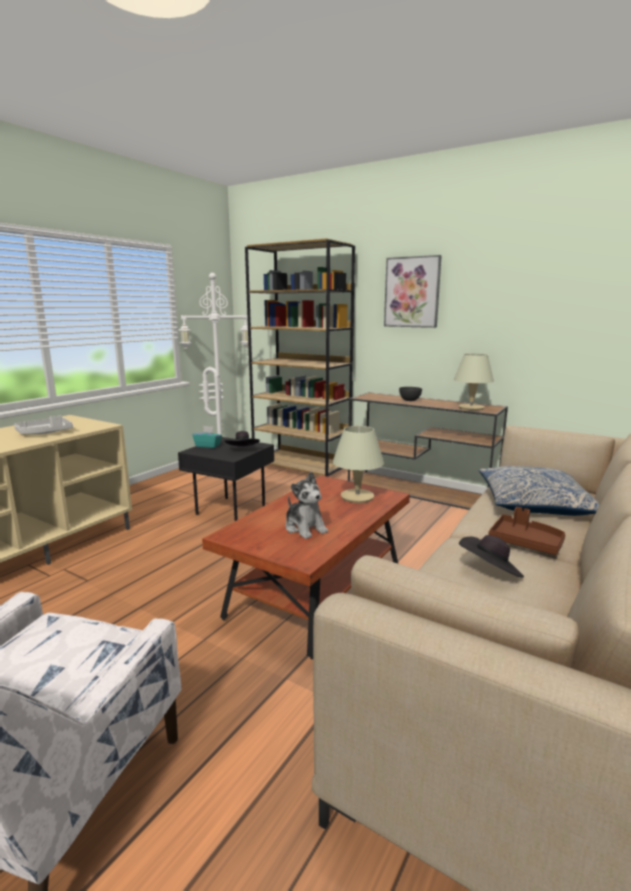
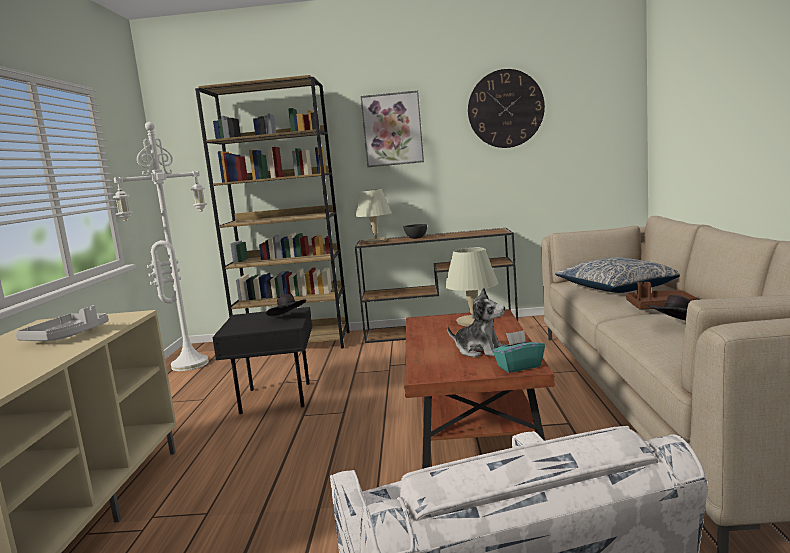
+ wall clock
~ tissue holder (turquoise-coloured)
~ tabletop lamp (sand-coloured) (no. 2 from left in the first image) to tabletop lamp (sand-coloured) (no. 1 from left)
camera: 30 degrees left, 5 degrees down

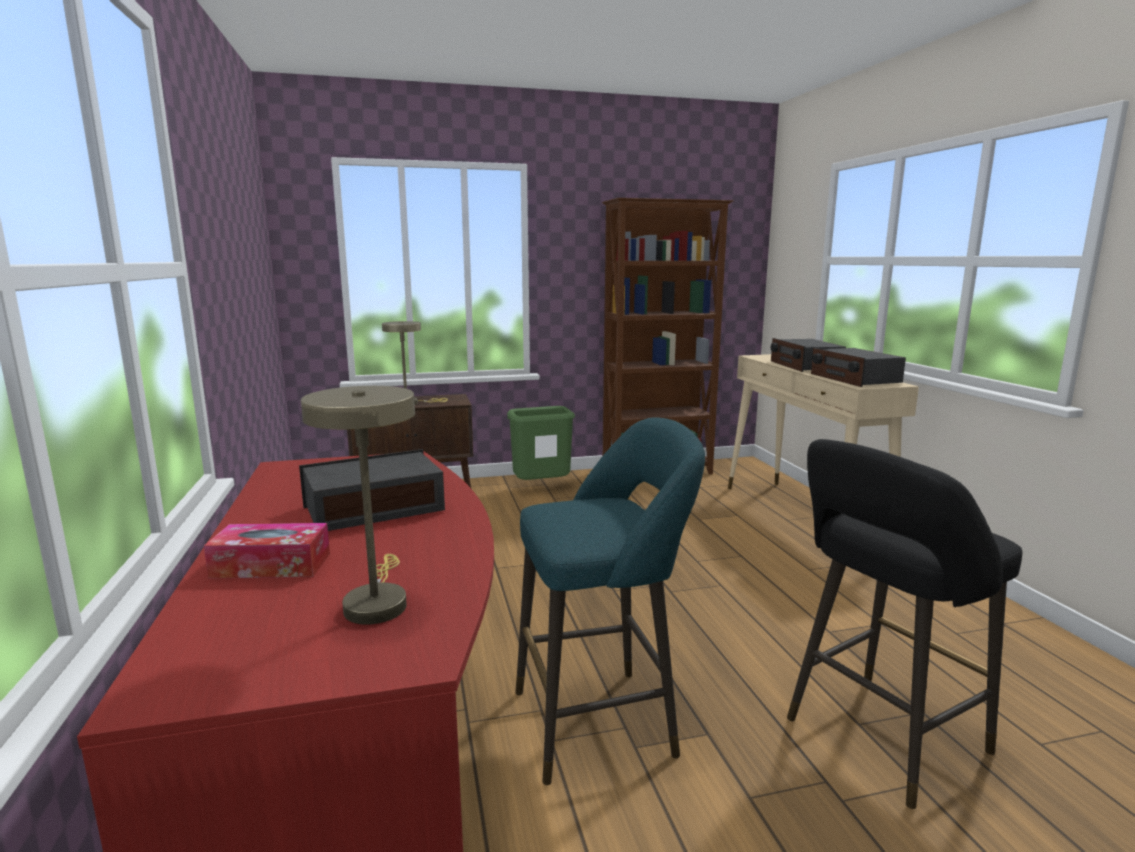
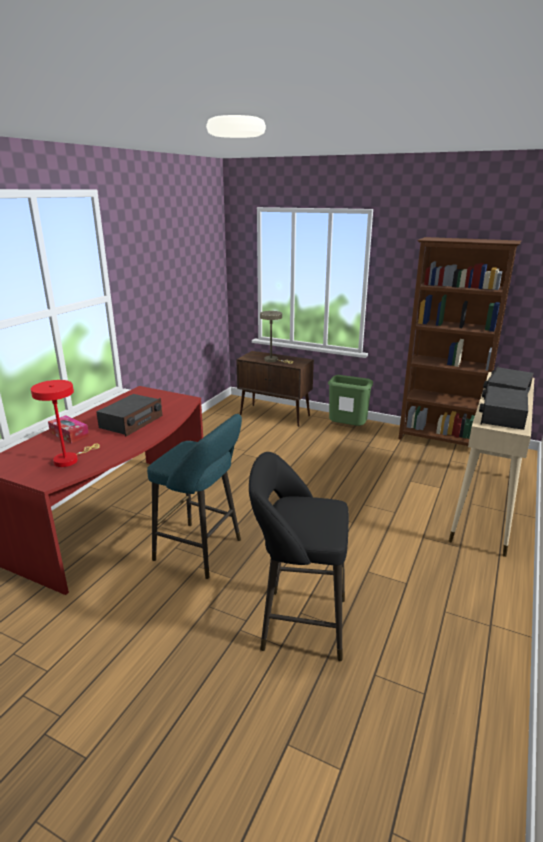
~ tabletop lamp (sand-coloured) (no. 1 from left) to tabletop lamp (red)
~ radio receiver (no. 1 from left) 105 degrees clockwise
camera: 40 degrees right, 10 degrees up

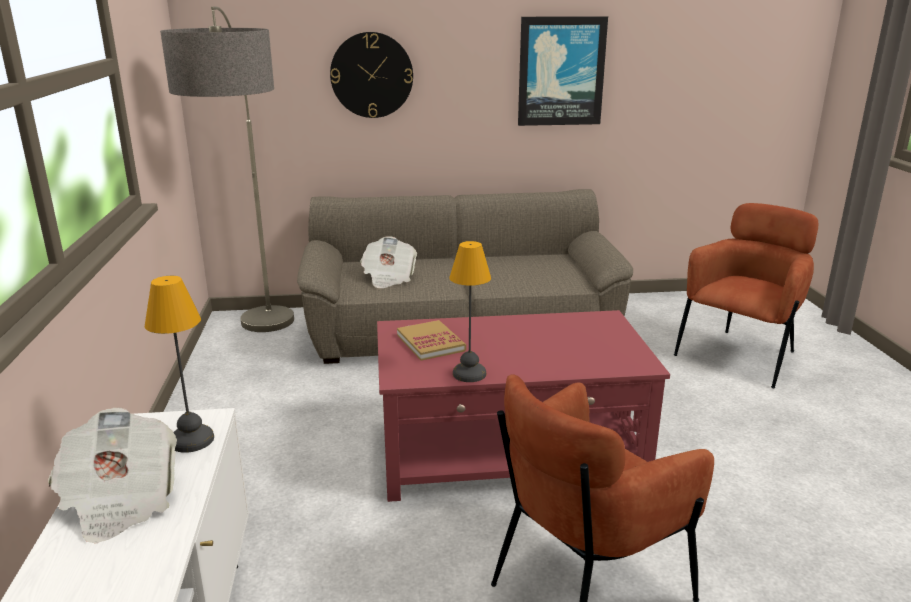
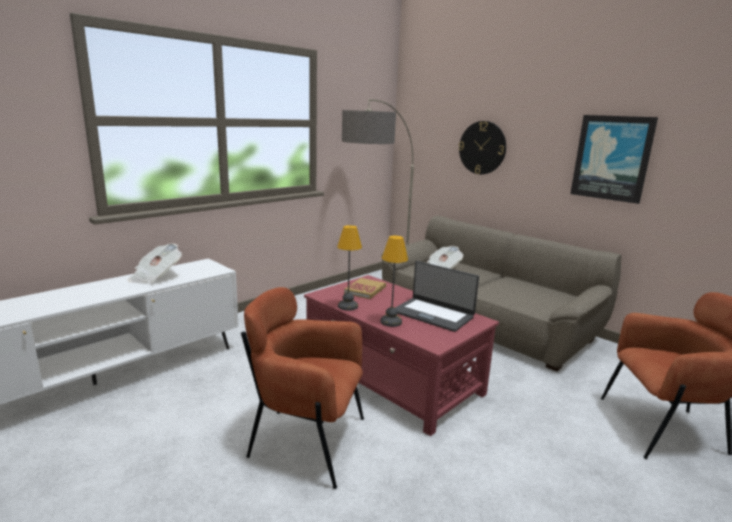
+ notebook computer
~ tabletop lamp (no. 1 from left in the first image) to tabletop lamp (no. 2 from left)
camera: 50 degrees right, 5 degrees down

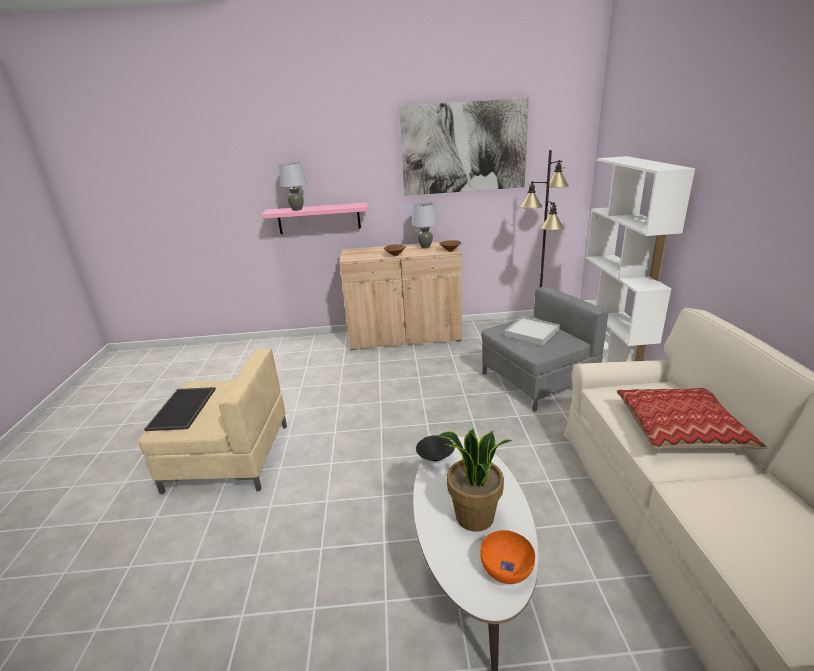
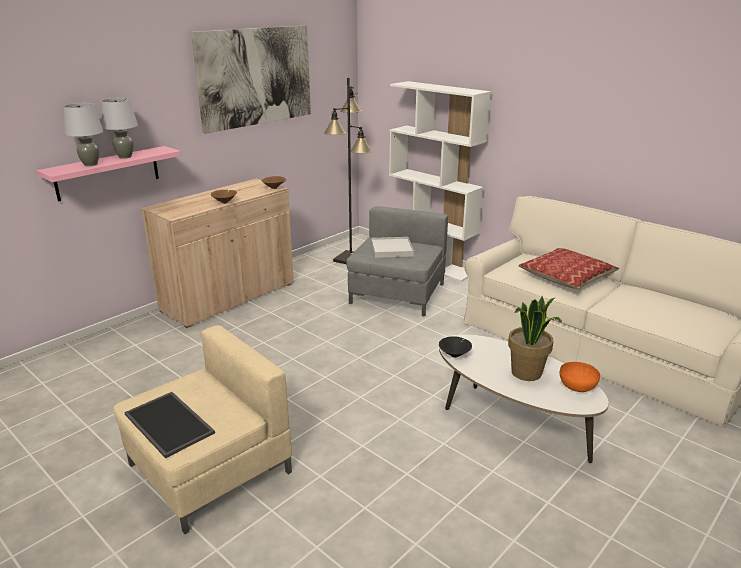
~ tabletop lamp (grey) (no. 2 from left)
camera: 45 degrees left, 0 degrees up

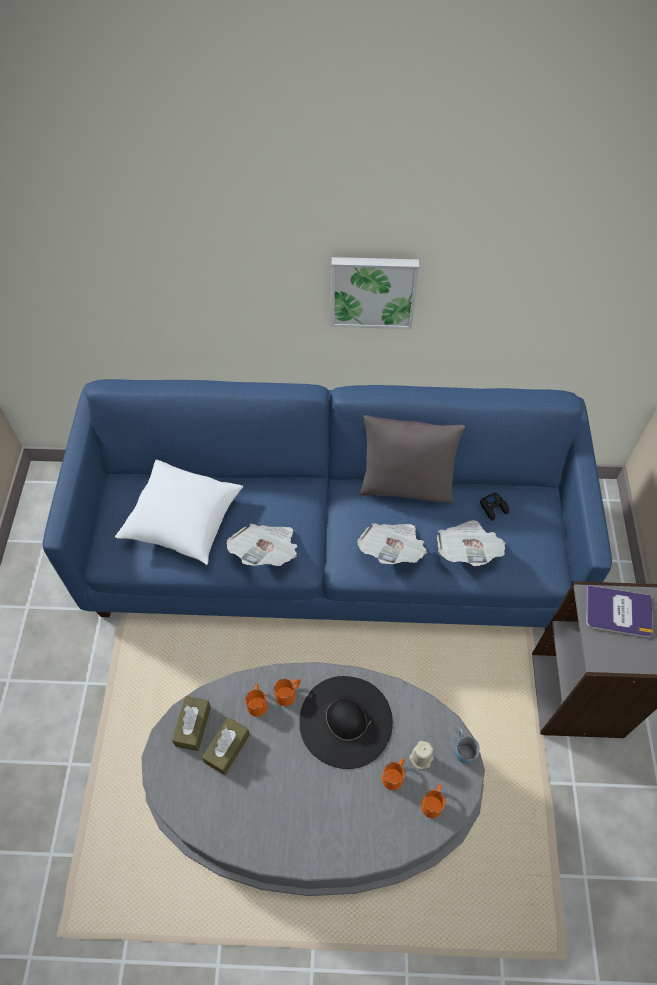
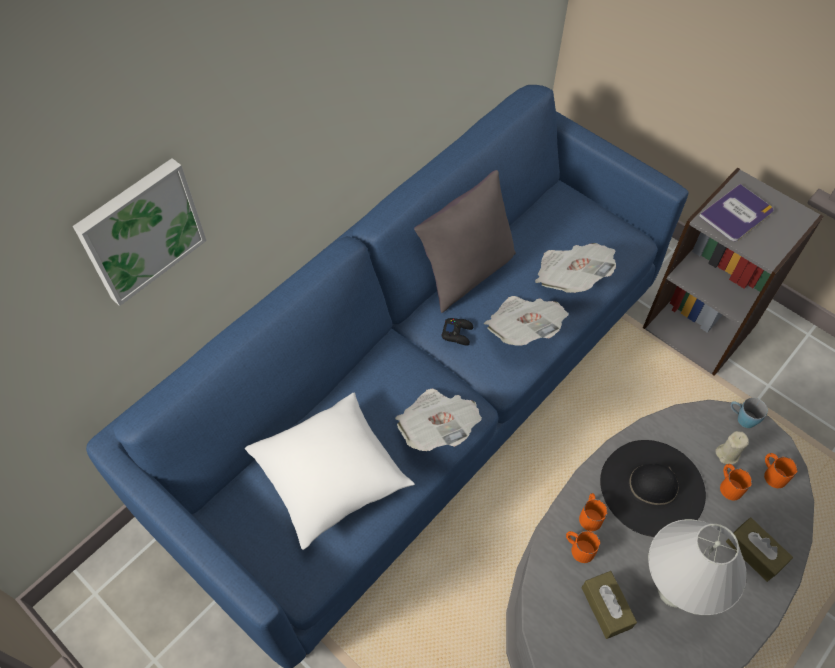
+ tabletop lamp (white)
~ tissue holder (brown) (no. 1 from left in the first image) to tissue holder (brown) (no. 2 from left)
~ wall picture
~ gamepad (black-coloured)
camera: 50 degrees left, 0 degrees up

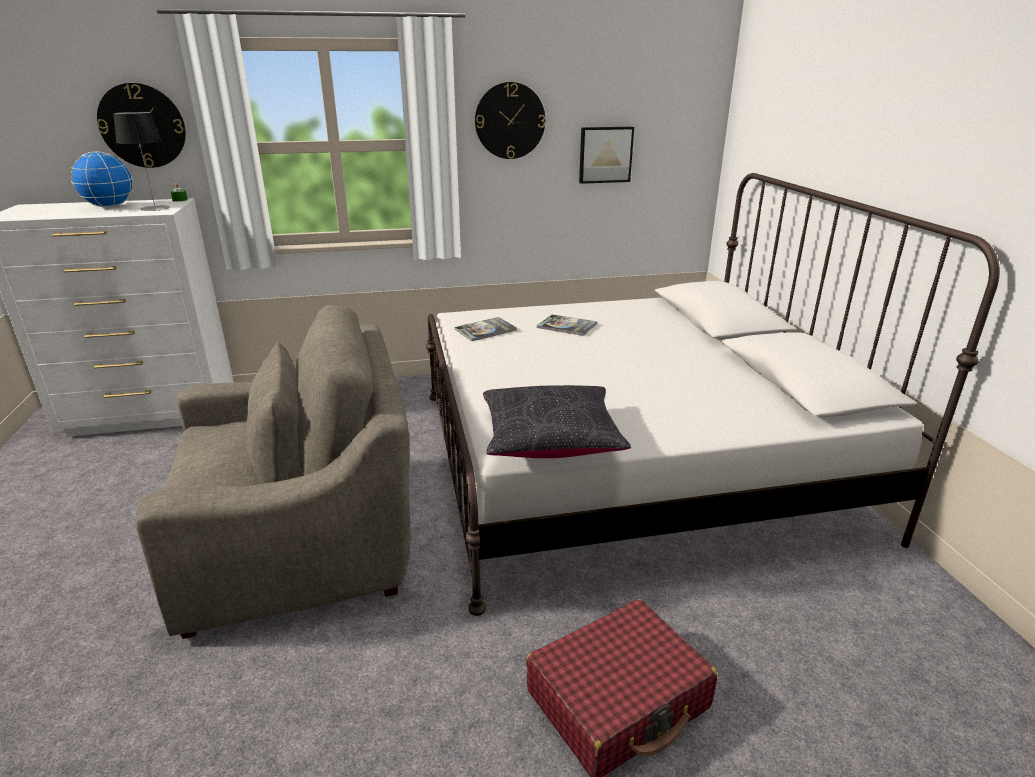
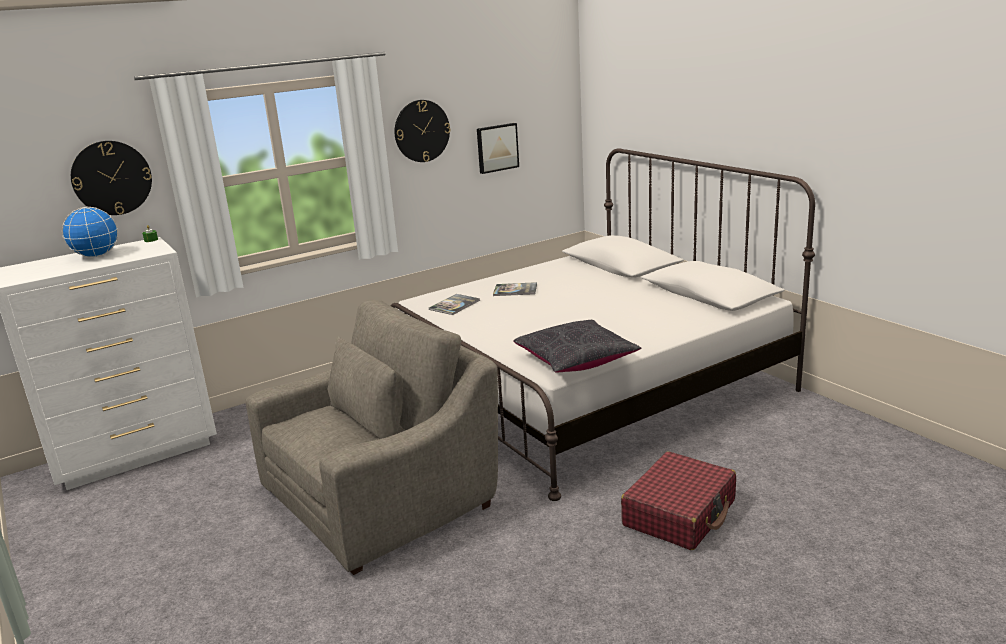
- tabletop lamp
camera: 20 degrees left, 5 degrees down

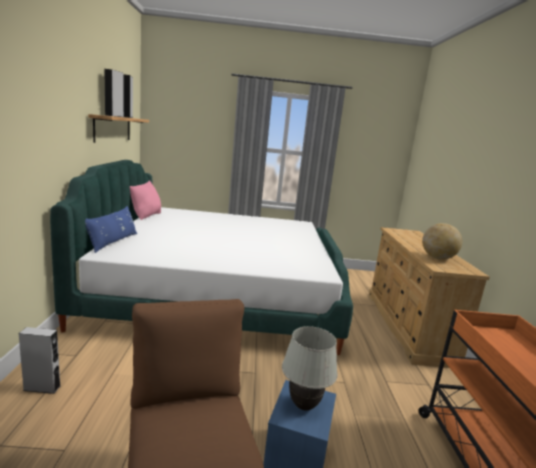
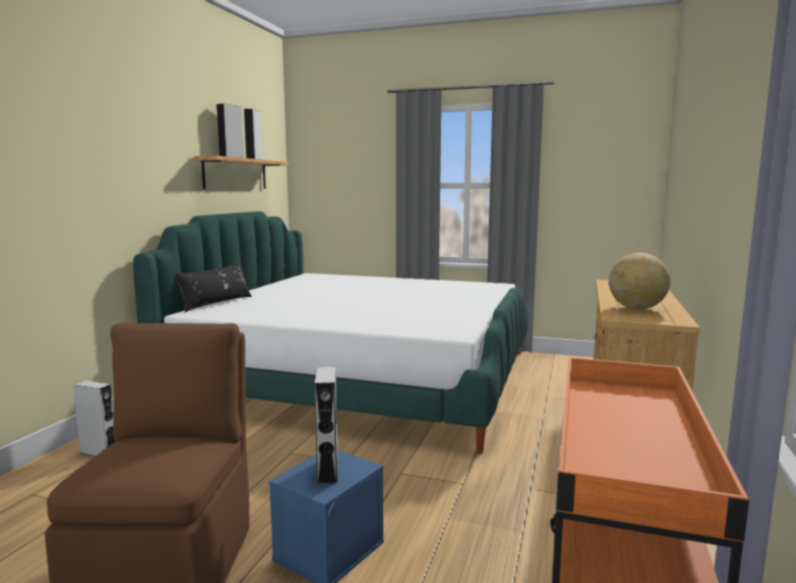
- throw pillow (pinkish)
~ tabletop lamp (white) to loudspeaker (grey) (no. 4 from left)
~ throw pillow (bluish) to throw pillow (black-coloured)
camera: 20 degrees right, 5 degrees down

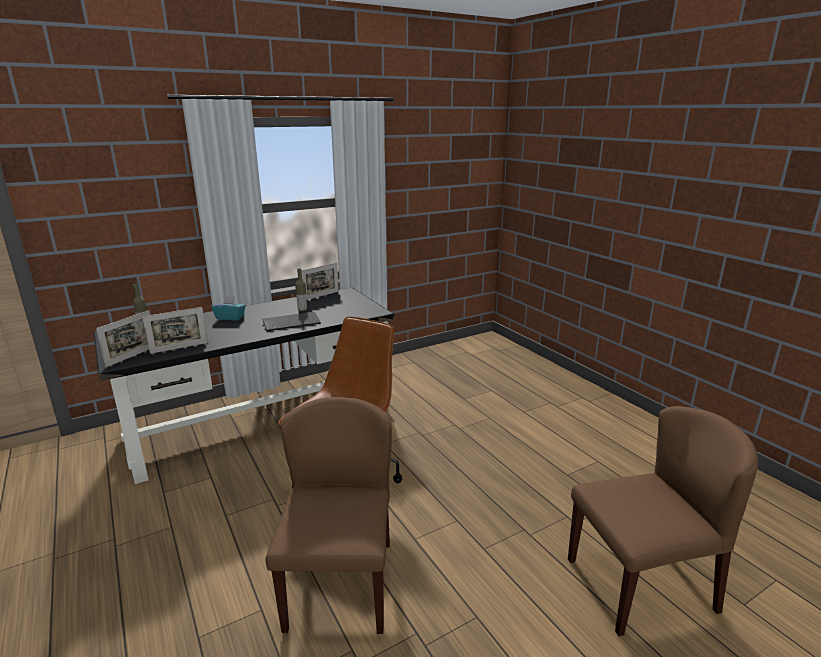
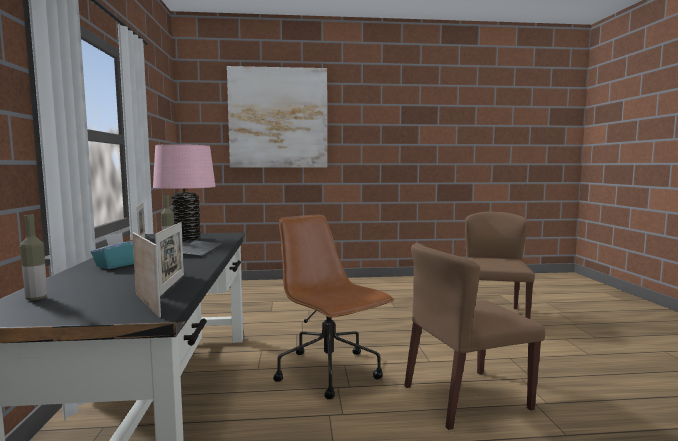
+ tabletop lamp (pinkish)
+ wall picture
~ plain chair (brown) (no. 1 from left) 45 degrees counterclockwise
camera: 65 degrees left, 15 degrees down

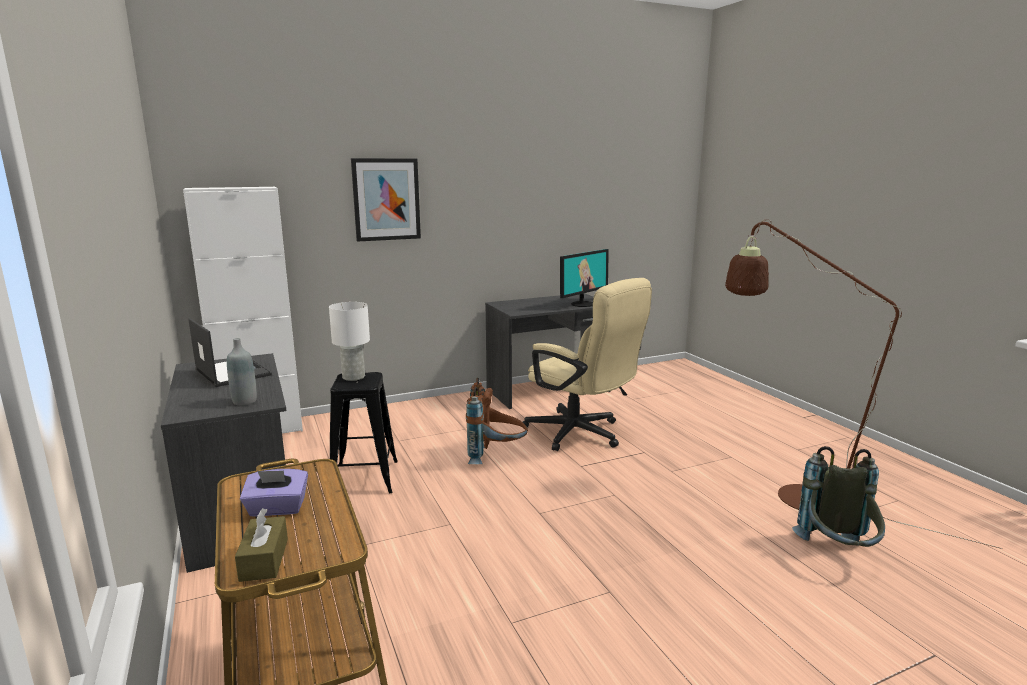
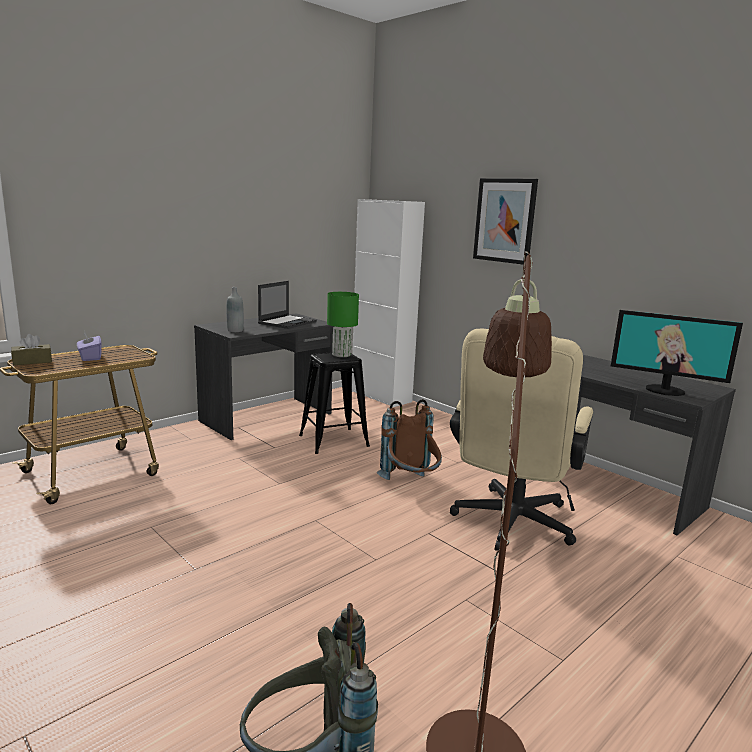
~ tabletop lamp (white) to tabletop lamp (green-coloured)
camera: 70 degrees right, 0 degrees up

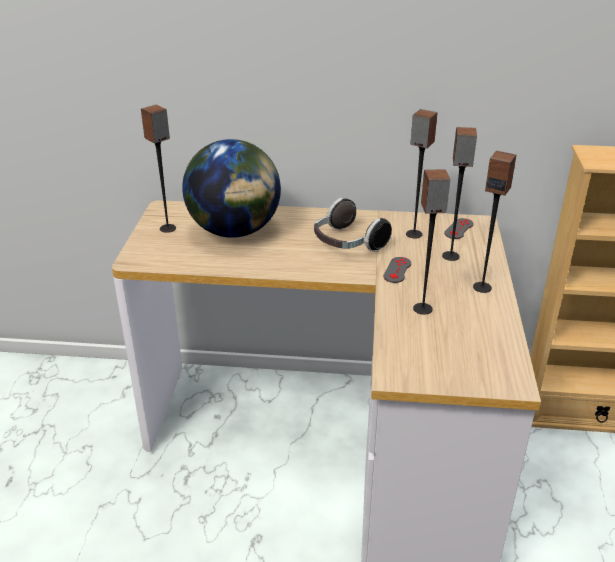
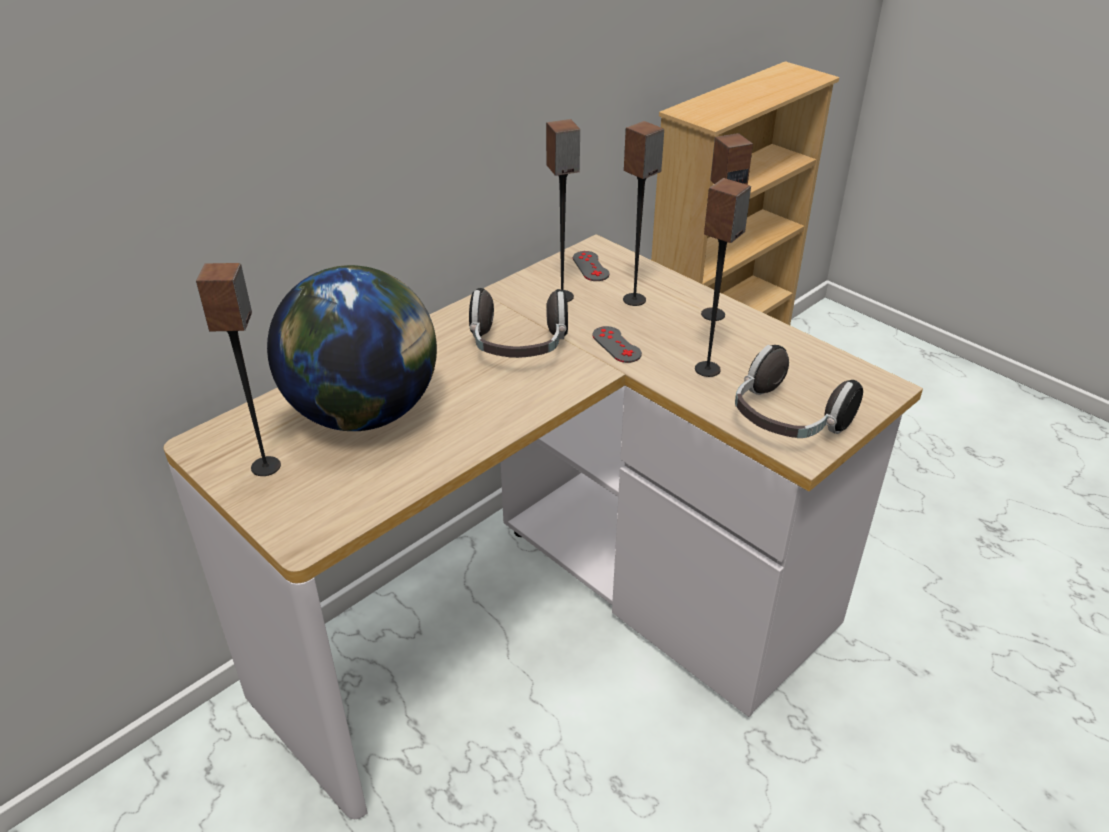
+ headphones (no. 2 from left)
camera: 50 degrees left, 5 degrees up

